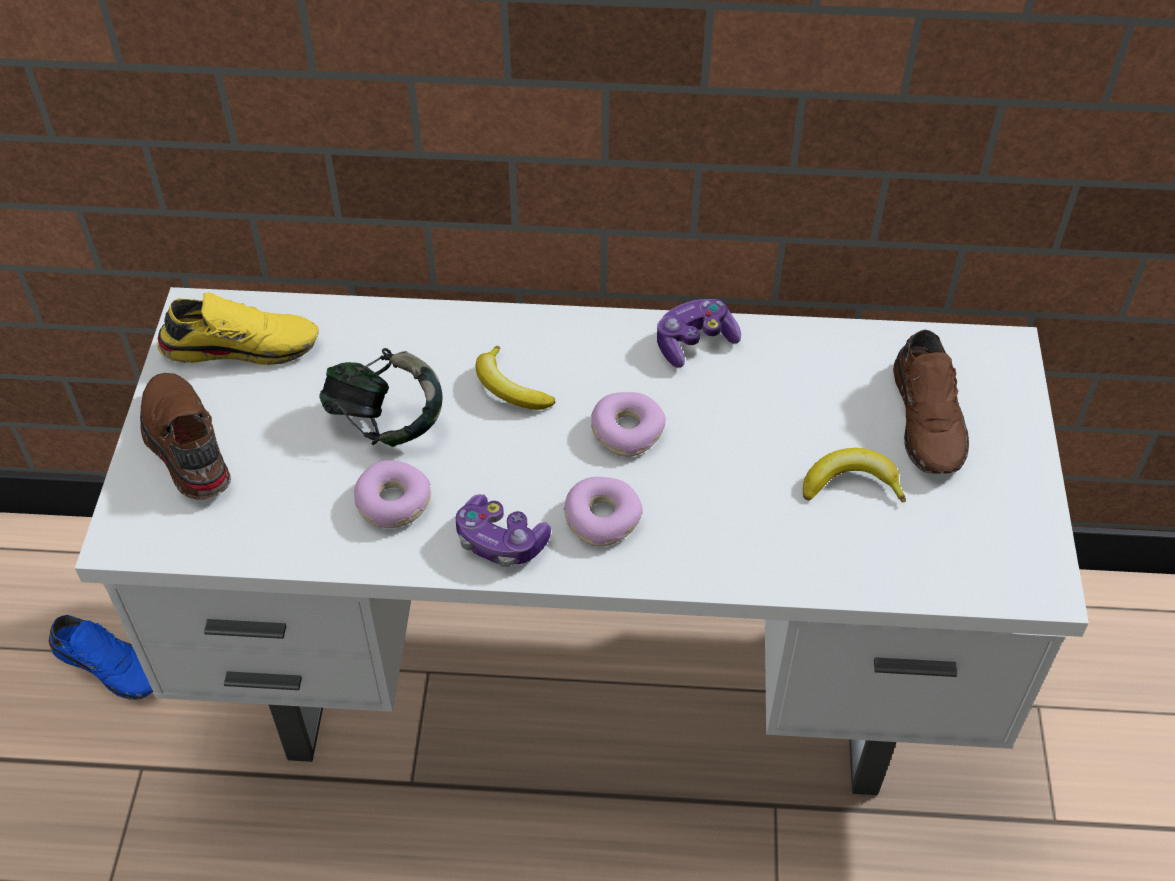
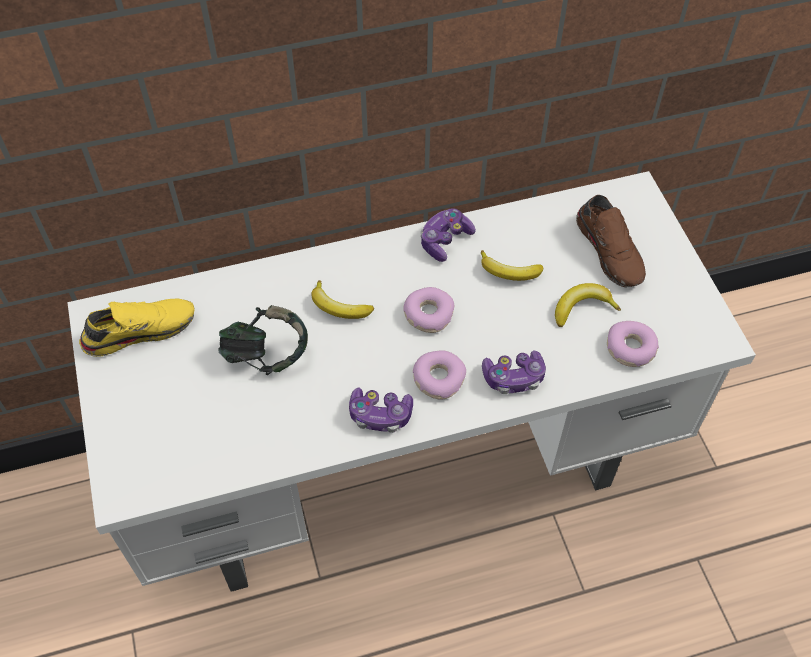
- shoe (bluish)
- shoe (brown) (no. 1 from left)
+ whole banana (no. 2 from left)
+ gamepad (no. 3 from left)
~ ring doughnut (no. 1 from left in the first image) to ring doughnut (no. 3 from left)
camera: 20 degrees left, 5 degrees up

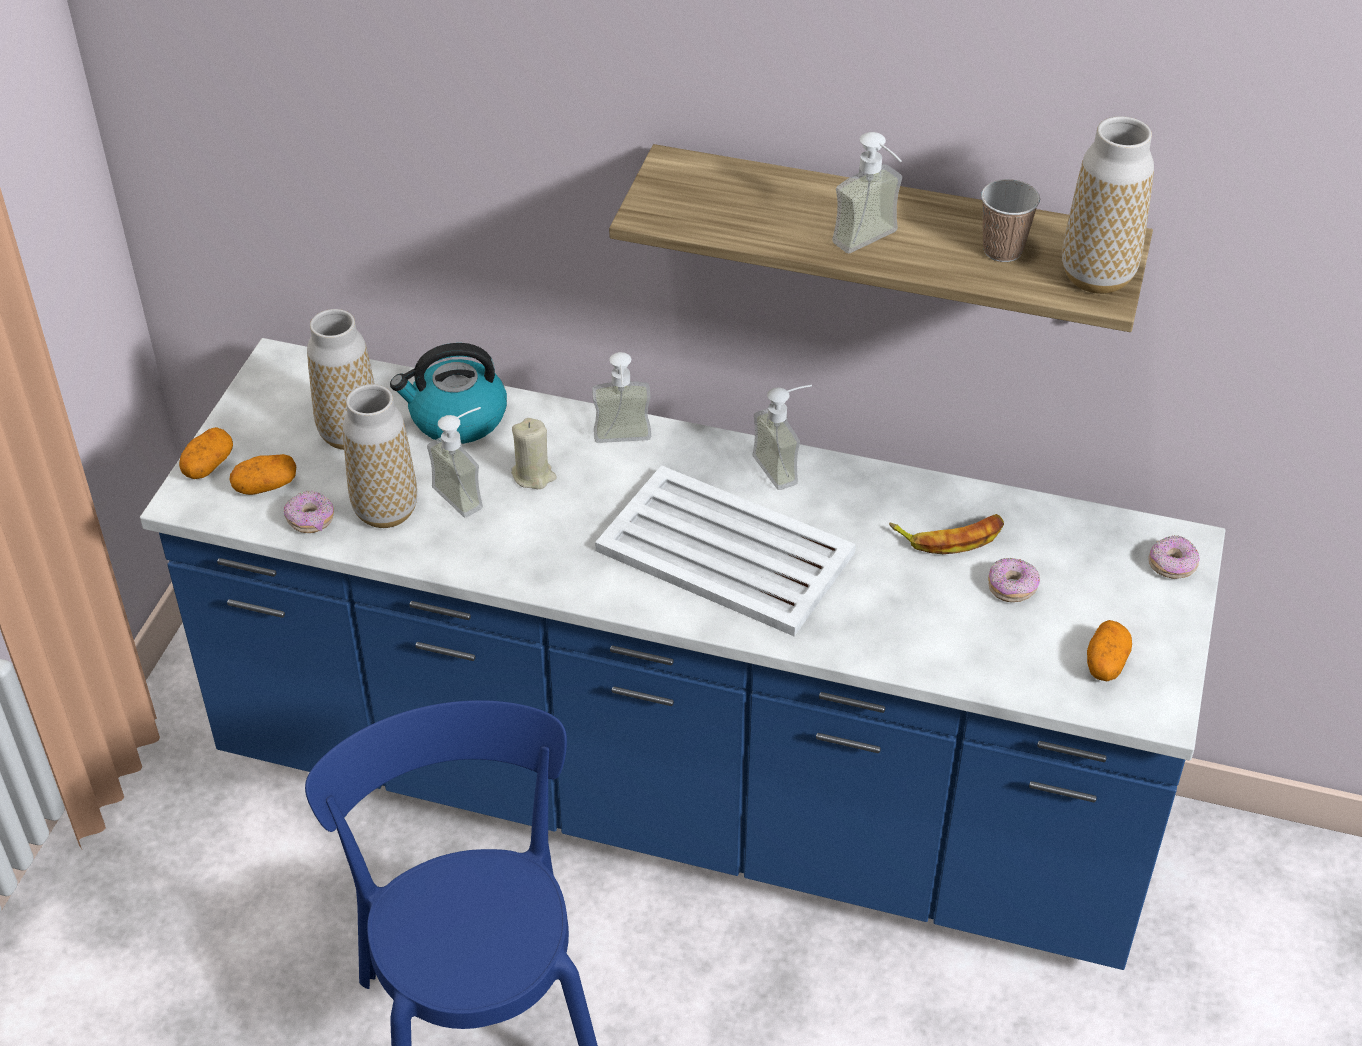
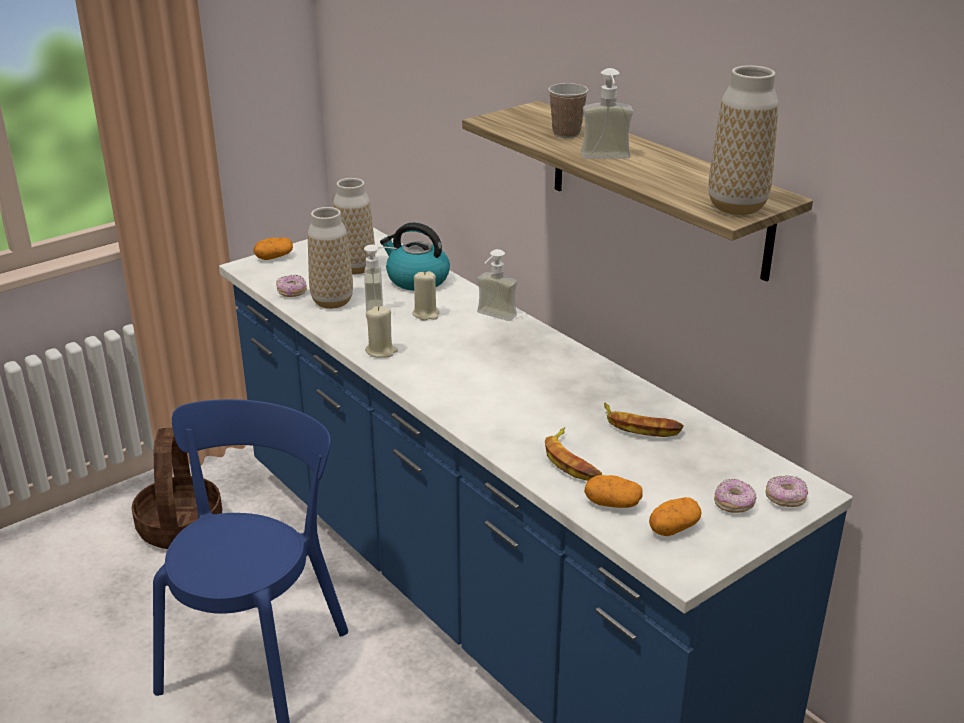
- carrying tray (white)
- soap dispenser (no. 3 from left)
+ storage basket
+ wax candle (sand-coloured) (no. 1 from left)
+ whole banana (no. 1 from left)
~ whole potato (no. 2 from left)
~ cup
~ ring doughnut (no. 2 from left)
camera: 35 degrees right, 15 degrees down

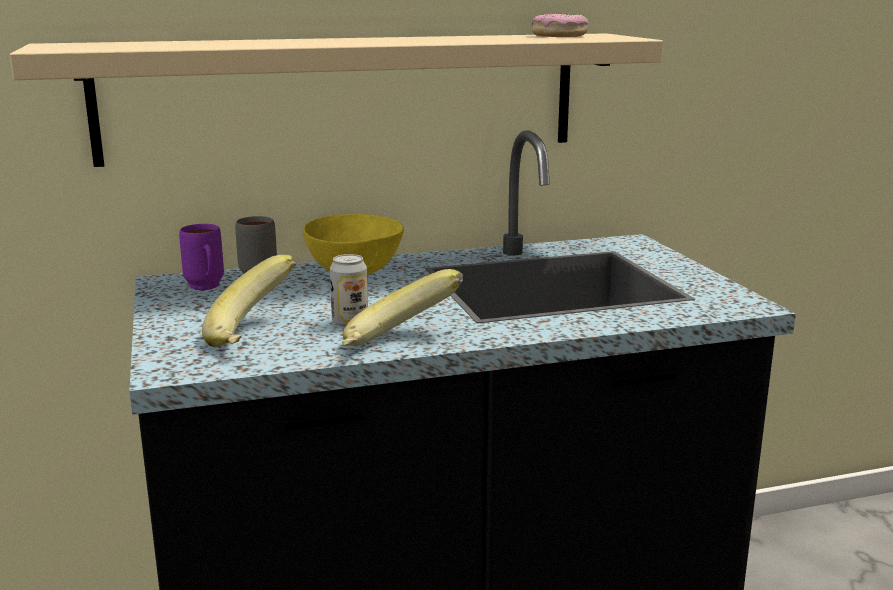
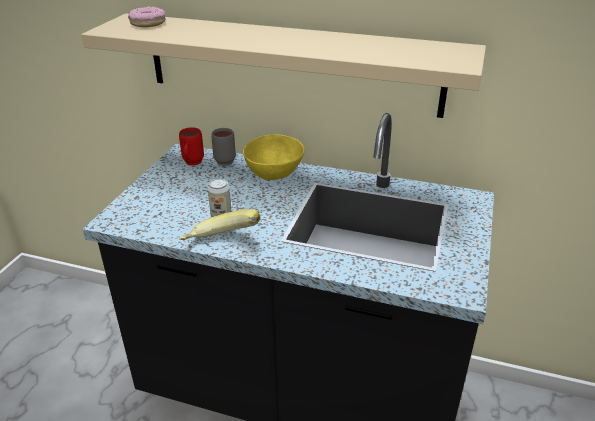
- whole banana (no. 1 from left)
~ ring doughnut
~ coffee mug (purplish) to coffee mug (red)
camera: 35 degrees right, 15 degrees up

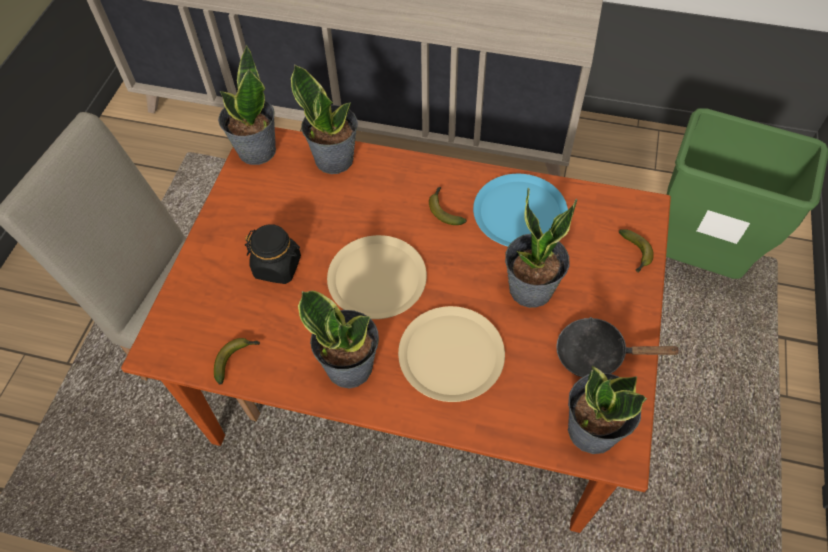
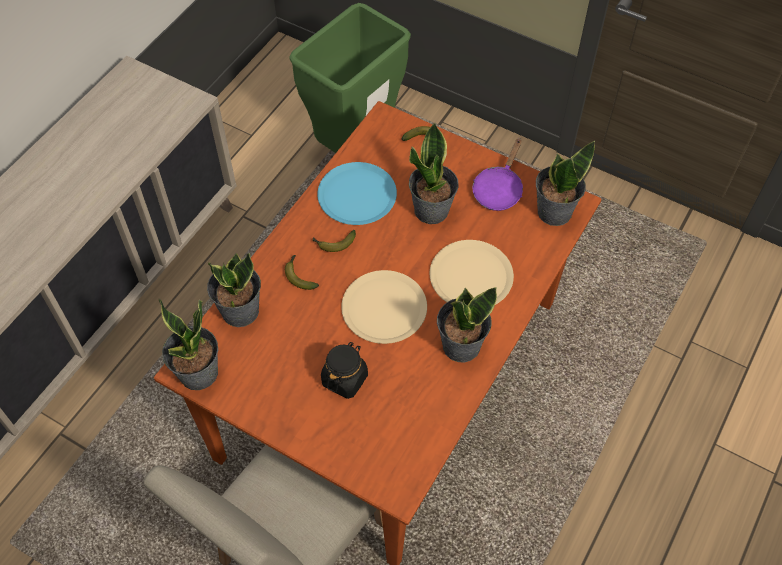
~ whole banana (no. 1 from left)
~ pan (black-coloured) to pan (purplish)
camera: 75 degrees left, 0 degrees up

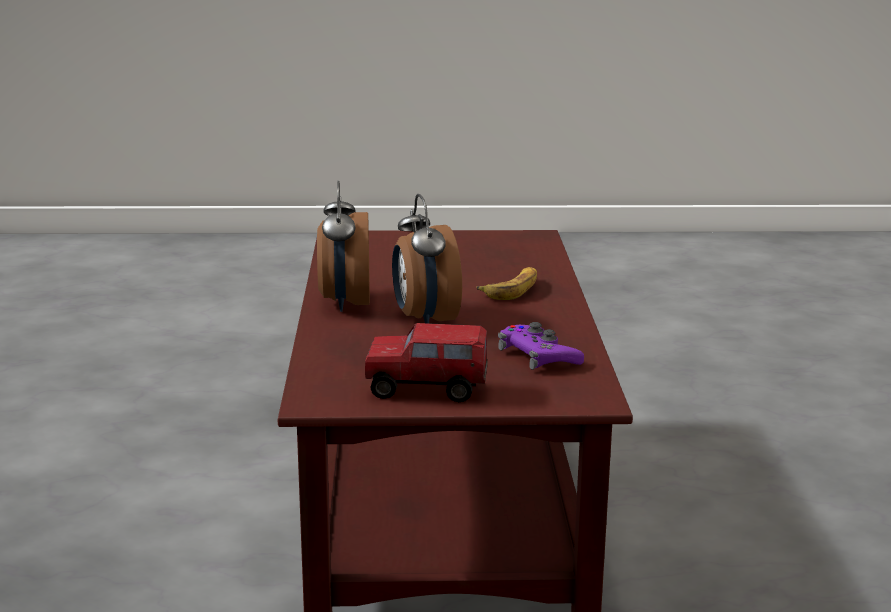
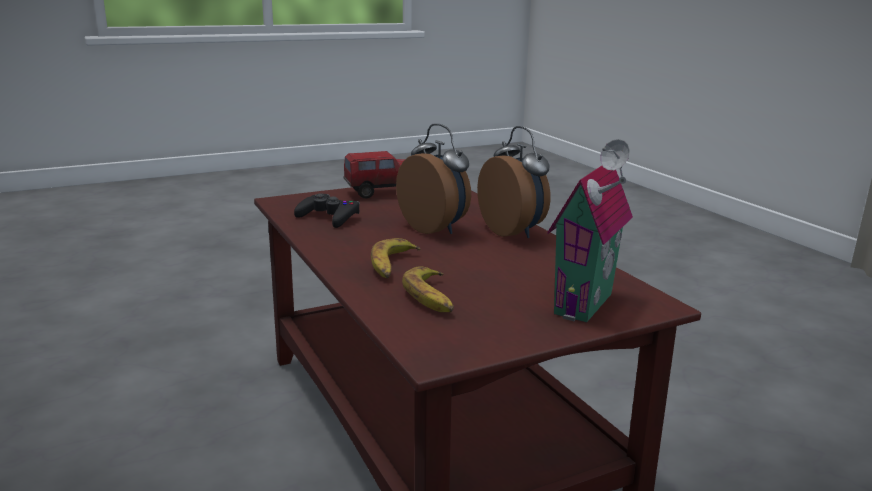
+ whole banana (no. 2 from left)
+ miniature house
~ gamepad (purplish) to gamepad (black-coloured)
camera: 155 degrees right, 0 degrees up

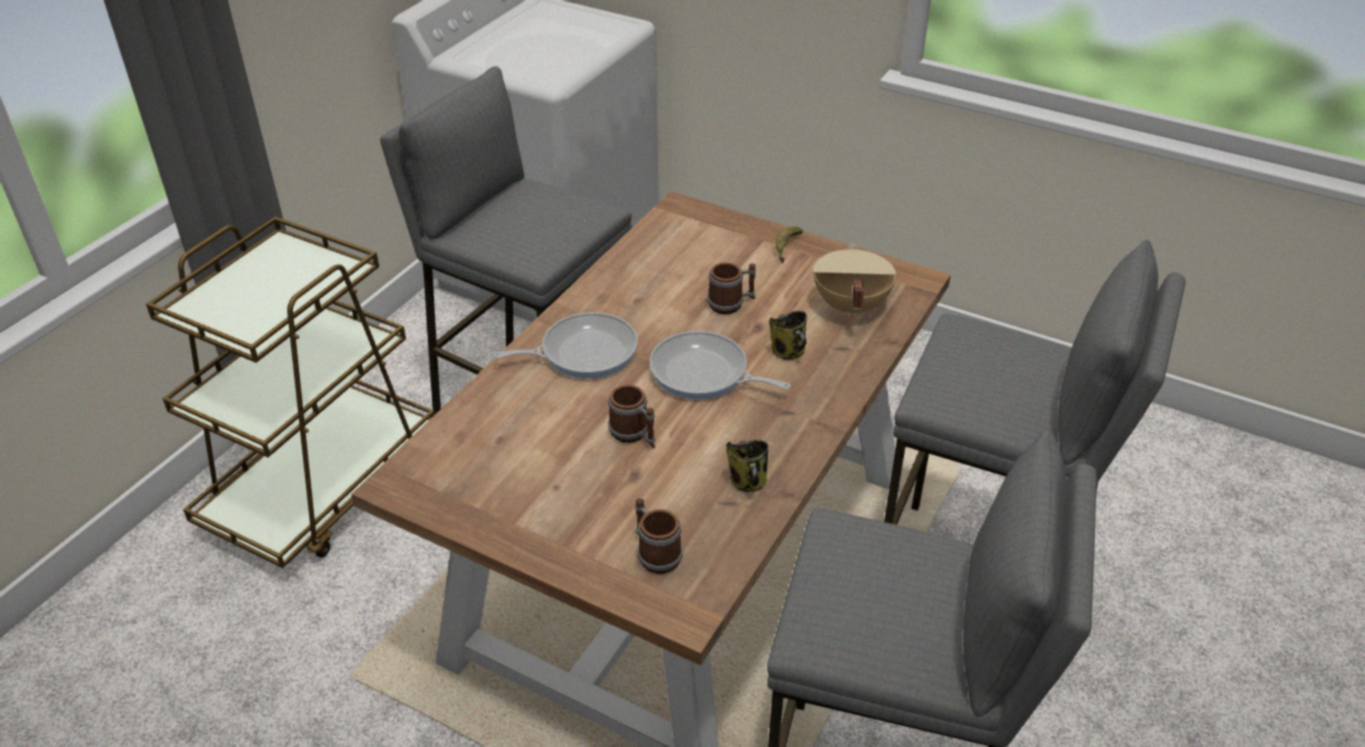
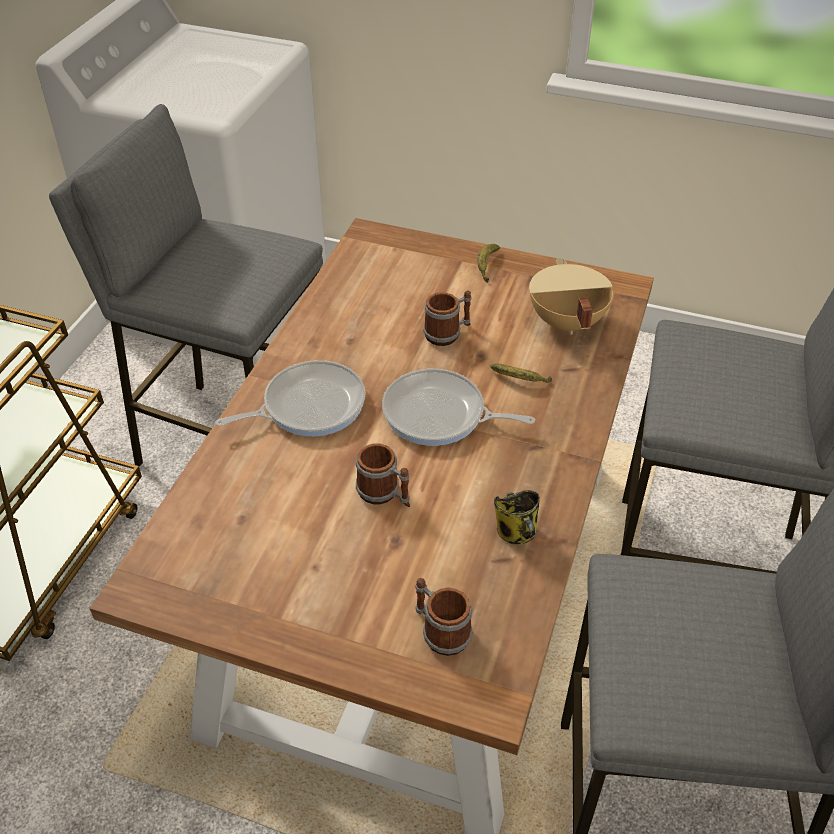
~ coffee mug (no. 5 from left) to whole banana (no. 2 from left)
camera: 10 degrees left, 5 degrees up

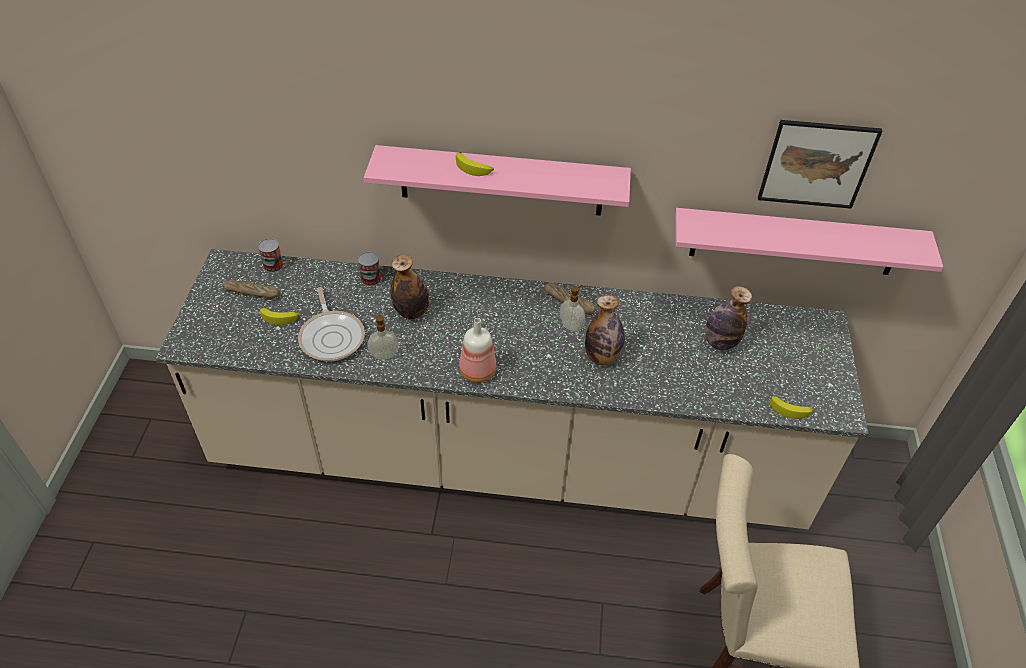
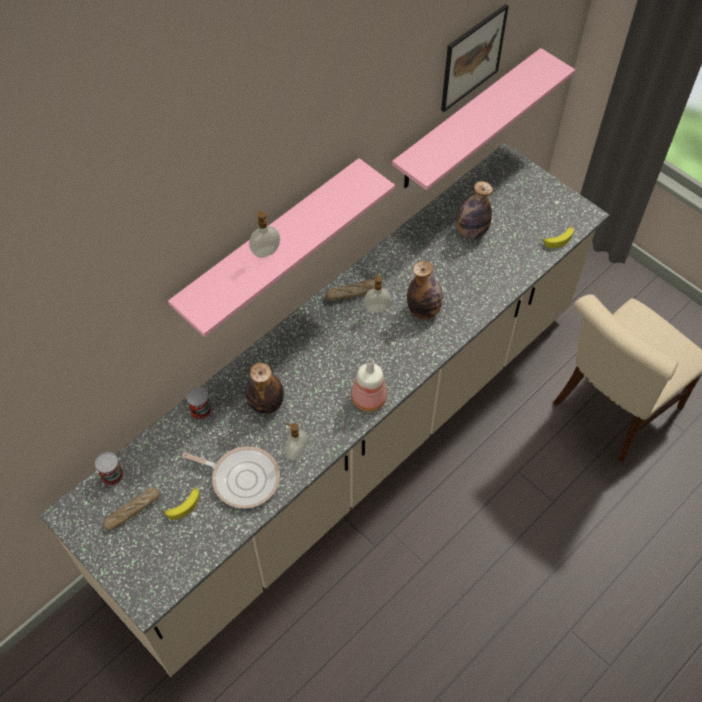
~ whole banana (no. 2 from left) to soap dispenser (no. 1 from left)
camera: 50 degrees left, 10 degrees up

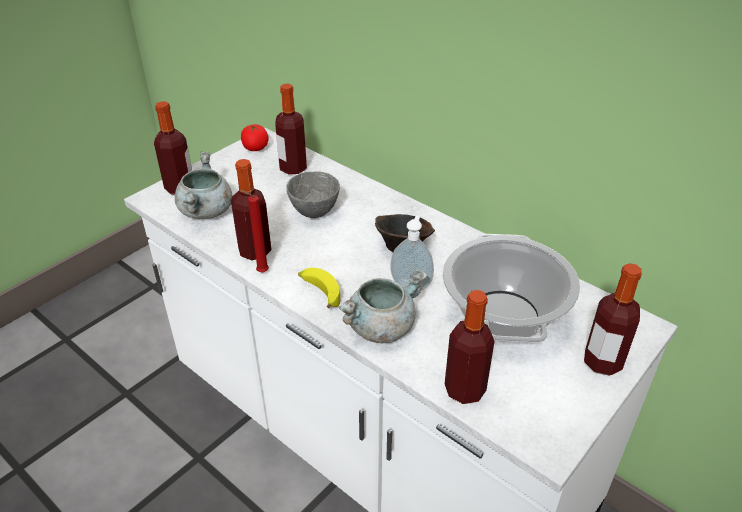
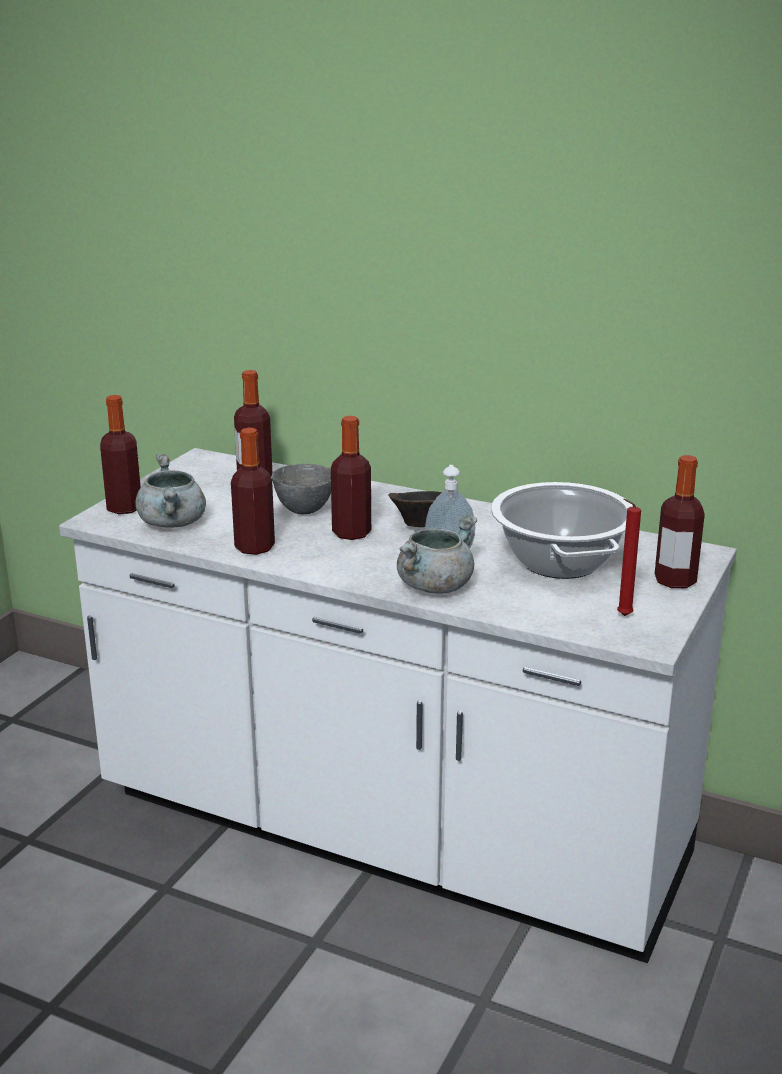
- fresh tomato
- whole banana
~ wax candle (red)
~ bottle (no. 4 from left)
camera: 15 degrees left, 15 degrees down

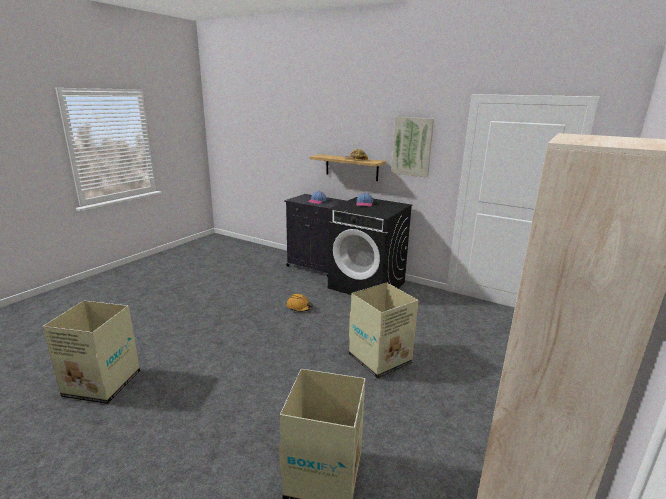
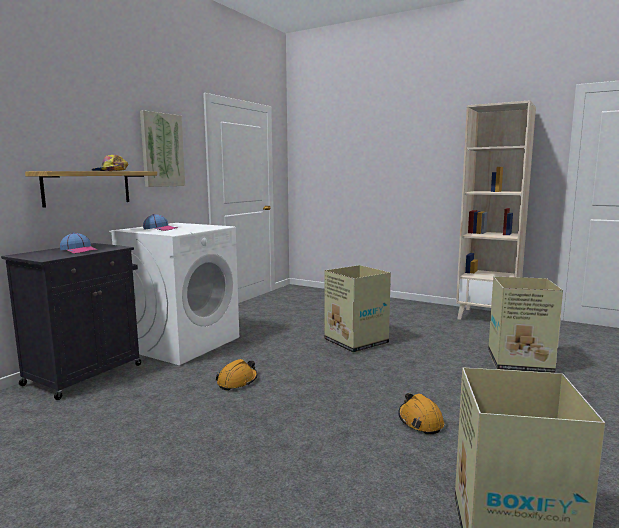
+ hard hat (orangey) (no. 2 from left)
~ washing machine (black-coloured) to washing machine (white)
camera: 90 degrees left, 10 degrees down

